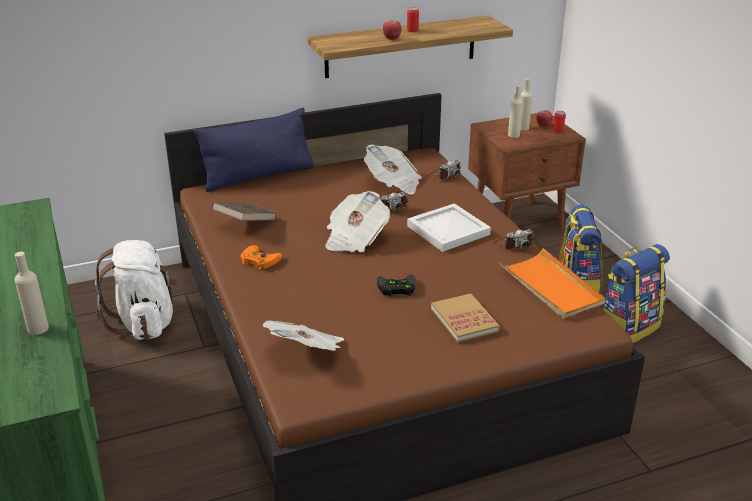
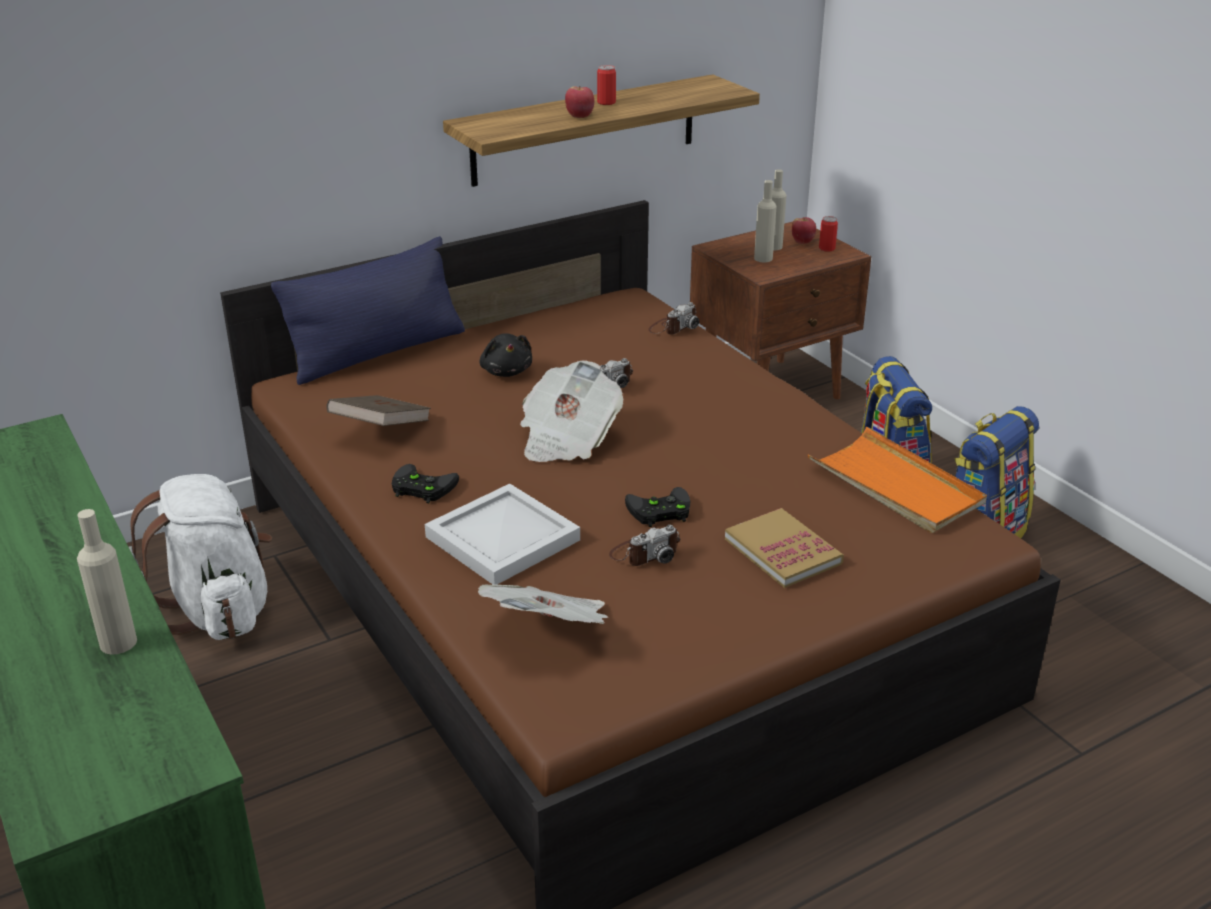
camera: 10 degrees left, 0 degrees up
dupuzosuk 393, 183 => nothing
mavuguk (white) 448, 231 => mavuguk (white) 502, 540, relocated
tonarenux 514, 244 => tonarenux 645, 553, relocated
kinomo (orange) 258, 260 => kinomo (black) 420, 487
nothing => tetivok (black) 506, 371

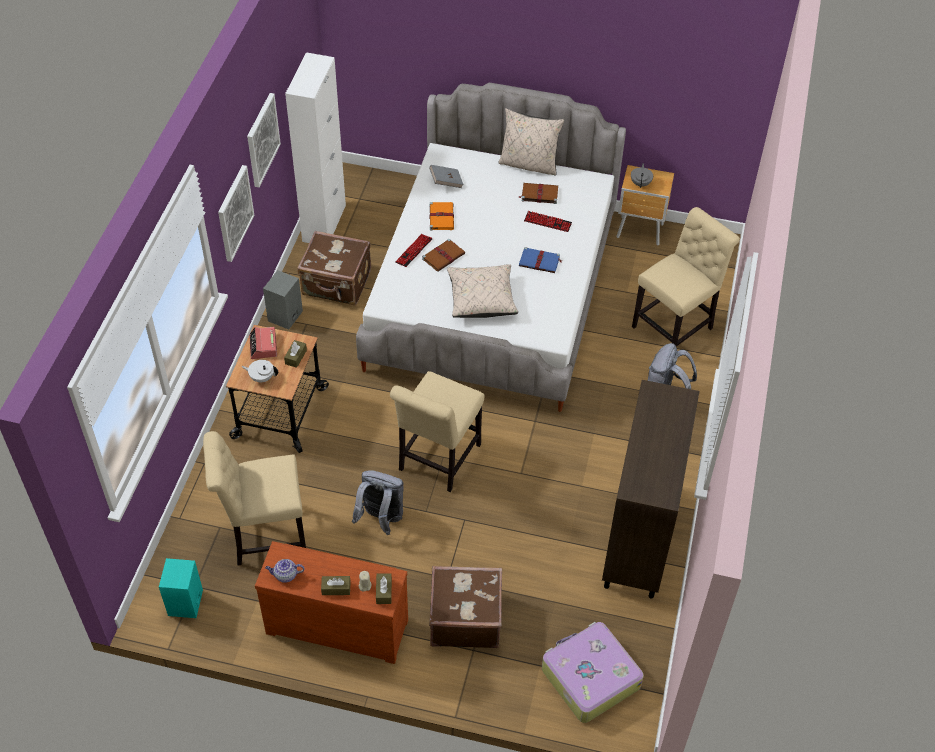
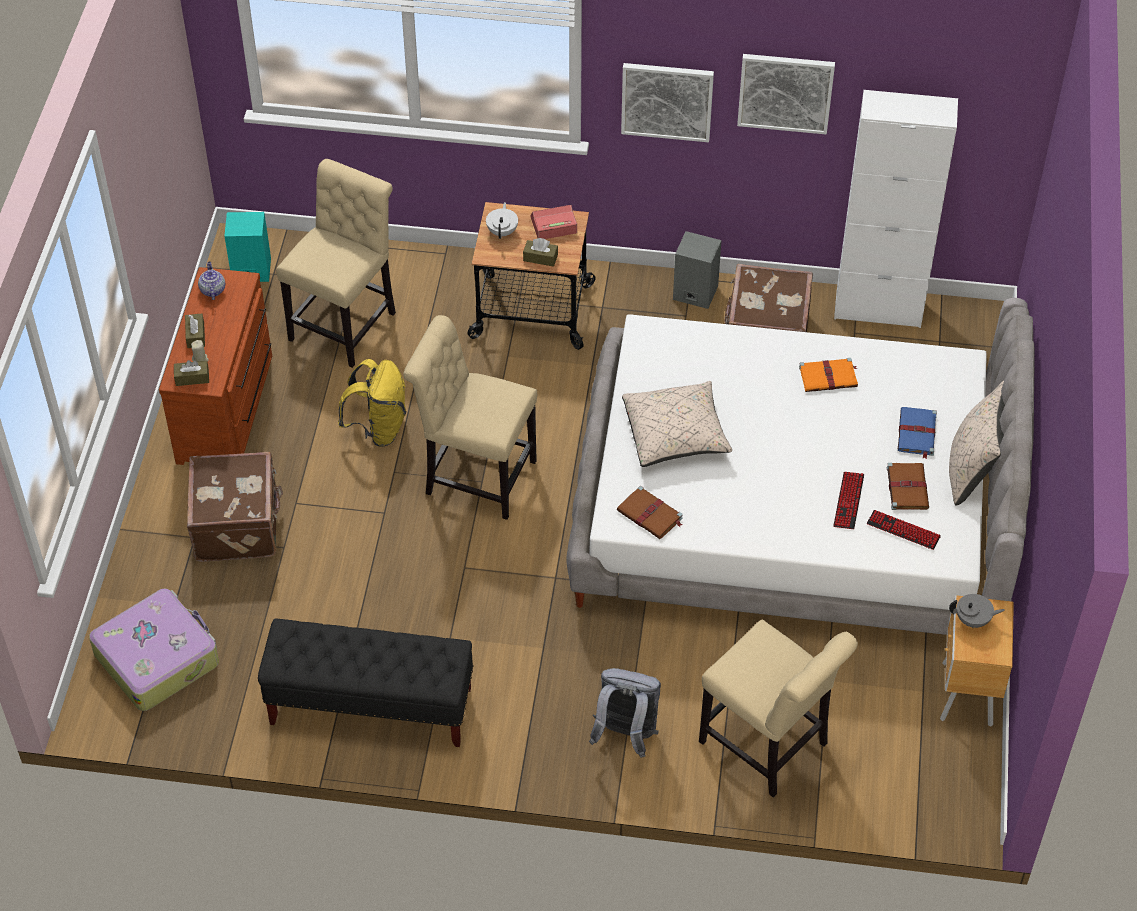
camera: 85 degrees right, 0 degrees up
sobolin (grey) 446, 182 => nothing
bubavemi 413, 251 => bubavemi 903, 530, relocated
sobolin (brown) 444, 256 => sobolin (brown) 650, 515, relocated
sobolin (blue) 540, 262 => sobolin (blue) 917, 434, relocated
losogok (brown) 639, 537 => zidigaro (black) 370, 706
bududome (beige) 264, 535 => bududome (beige) 346, 323, 45 degrees clockwise
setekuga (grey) 380, 519 => setekuga (yellow) 378, 428

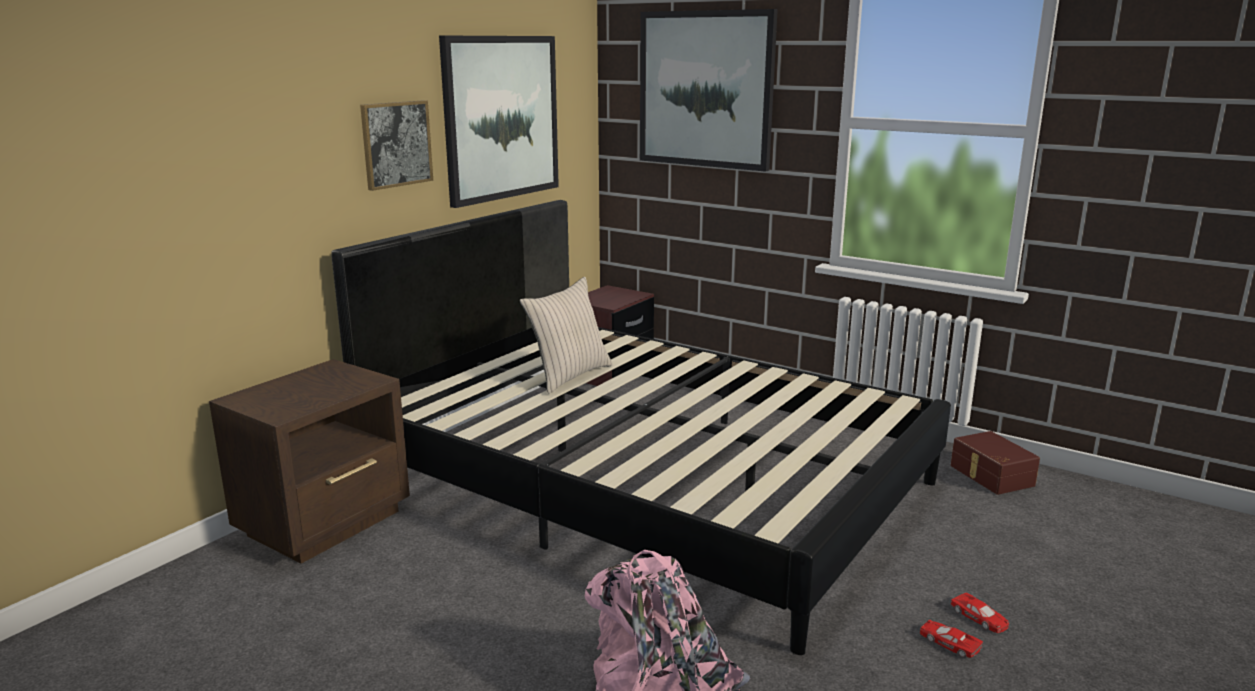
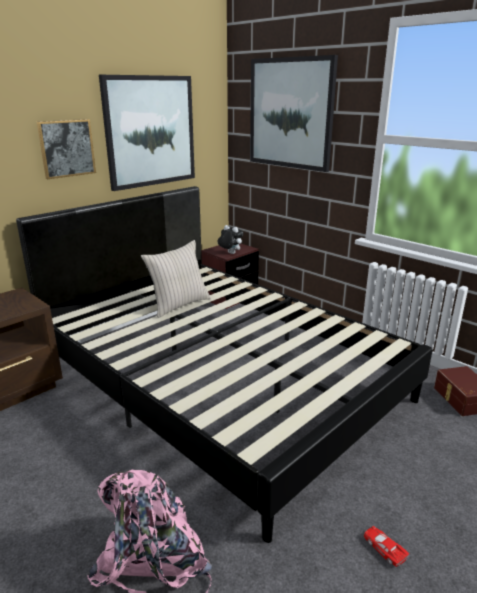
camera: 10 degrees right, 5 degrees up
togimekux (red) 979, 618 => nothing
nothing => tetivok 230, 253

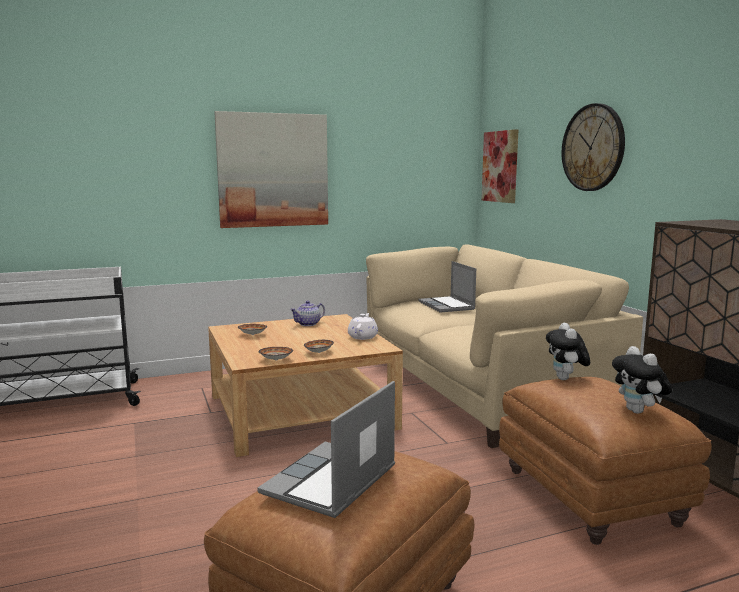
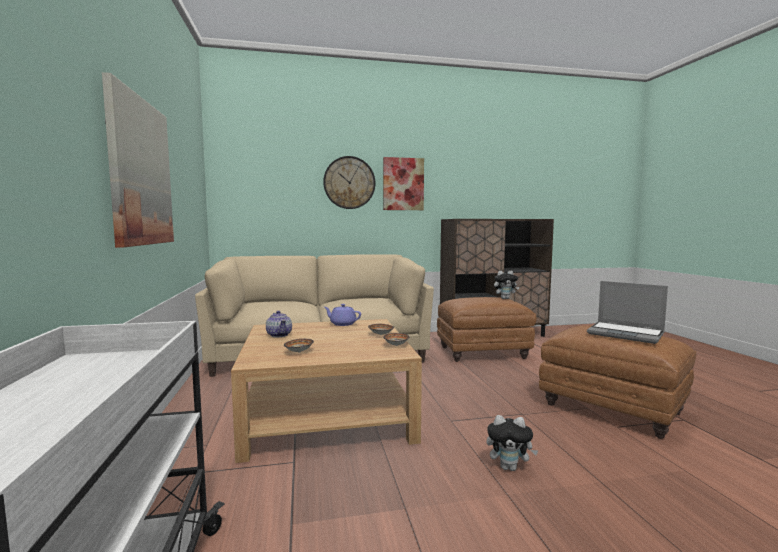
camera: 80 degrees left, 5 degrees down
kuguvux 500, 166 => kuguvux 403, 184, relocated
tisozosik 447, 306 => nothing
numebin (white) 363, 337 => numebin (purple) 342, 324
tetivok 566, 379 => tetivok 509, 467, relocated

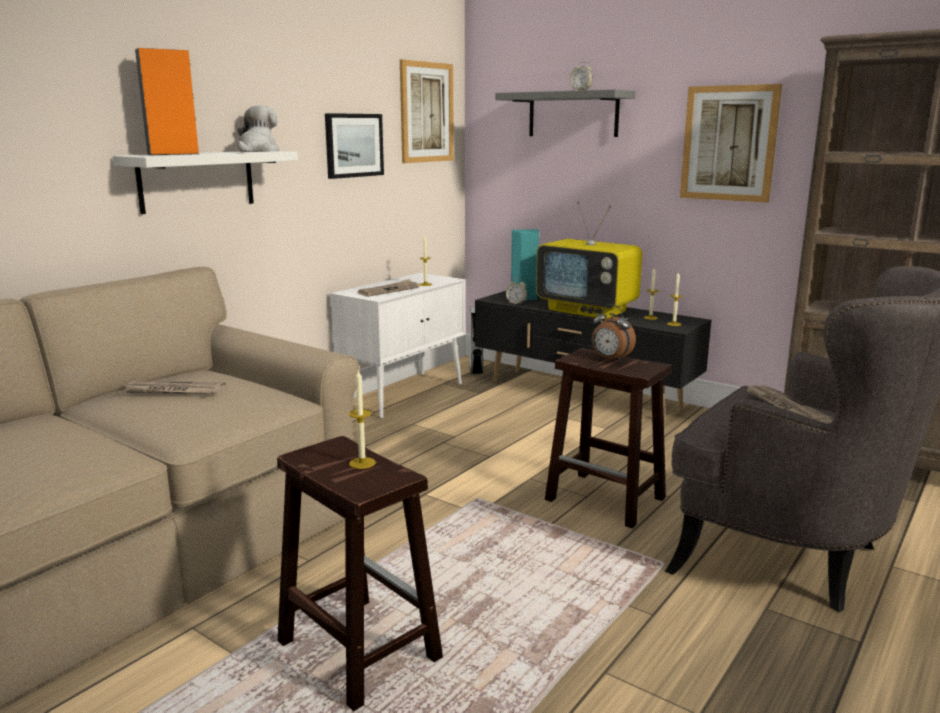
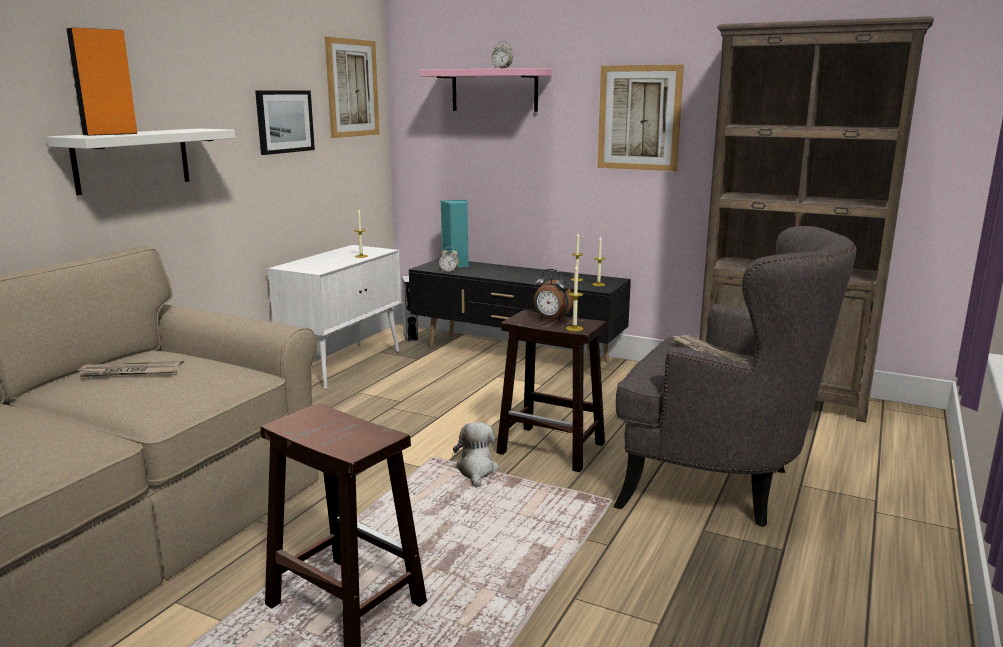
camera: 10 degrees left, 0 degrees up
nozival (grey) 573, 114 => nozival (pink) 494, 90
tetivok 257, 151 => tetivok 476, 470, relocated
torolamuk 588, 311 => nothing
dupuzosuk 389, 290 => nothing
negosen 362, 463 => negosen 574, 328, relocated

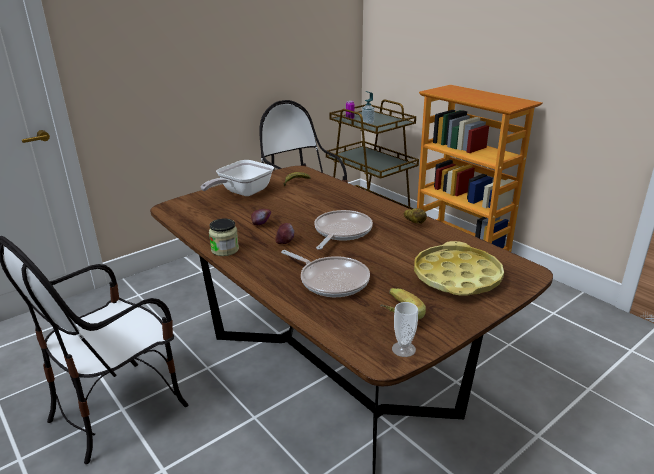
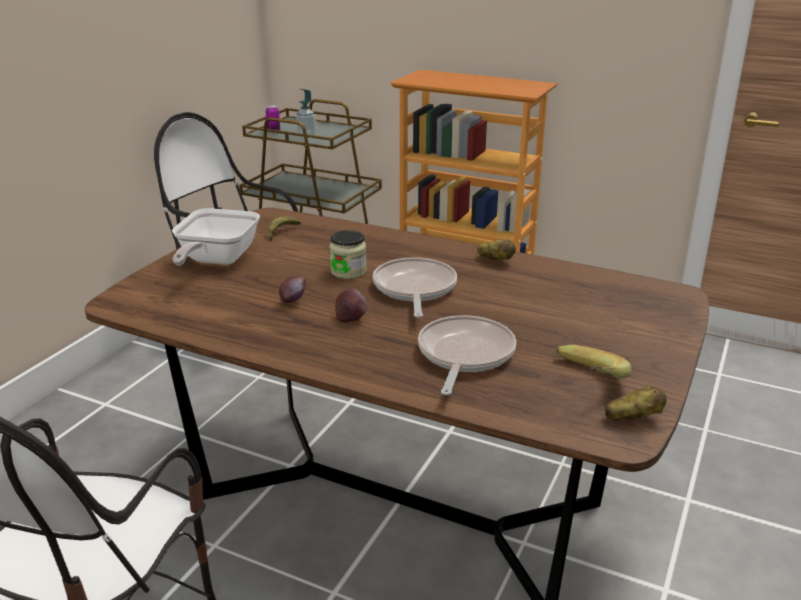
camera: 25 degrees left, 0 degrees up
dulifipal 225, 250 => dulifipal 348, 271, relocated
mavuguk (yellow) 456, 277 => nothing
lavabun 331, 280 => lavabun 464, 355, 90 degrees counterclockwise
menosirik 403, 349 => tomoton 633, 418

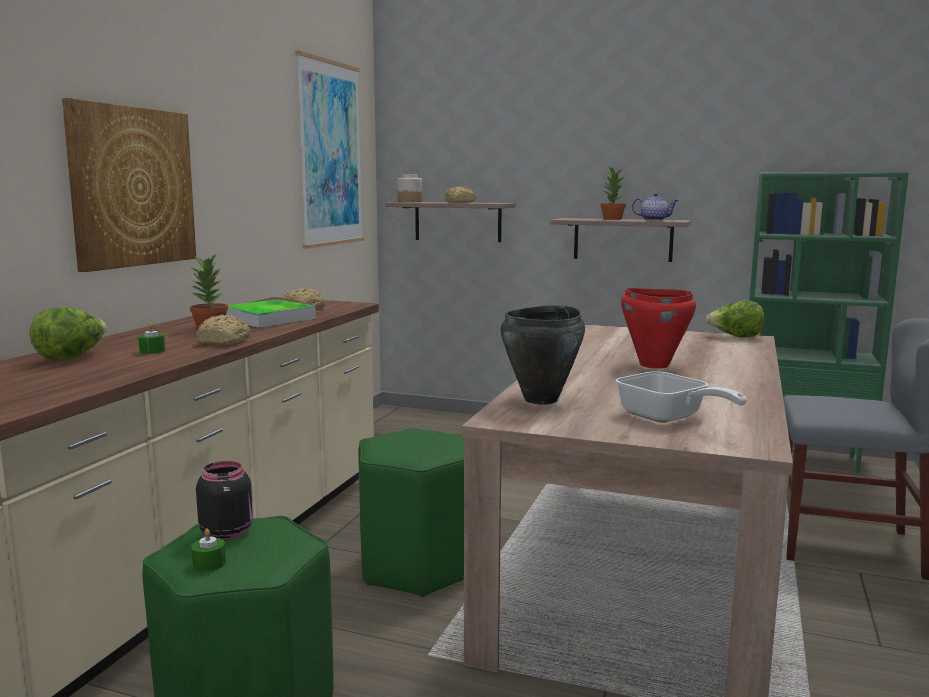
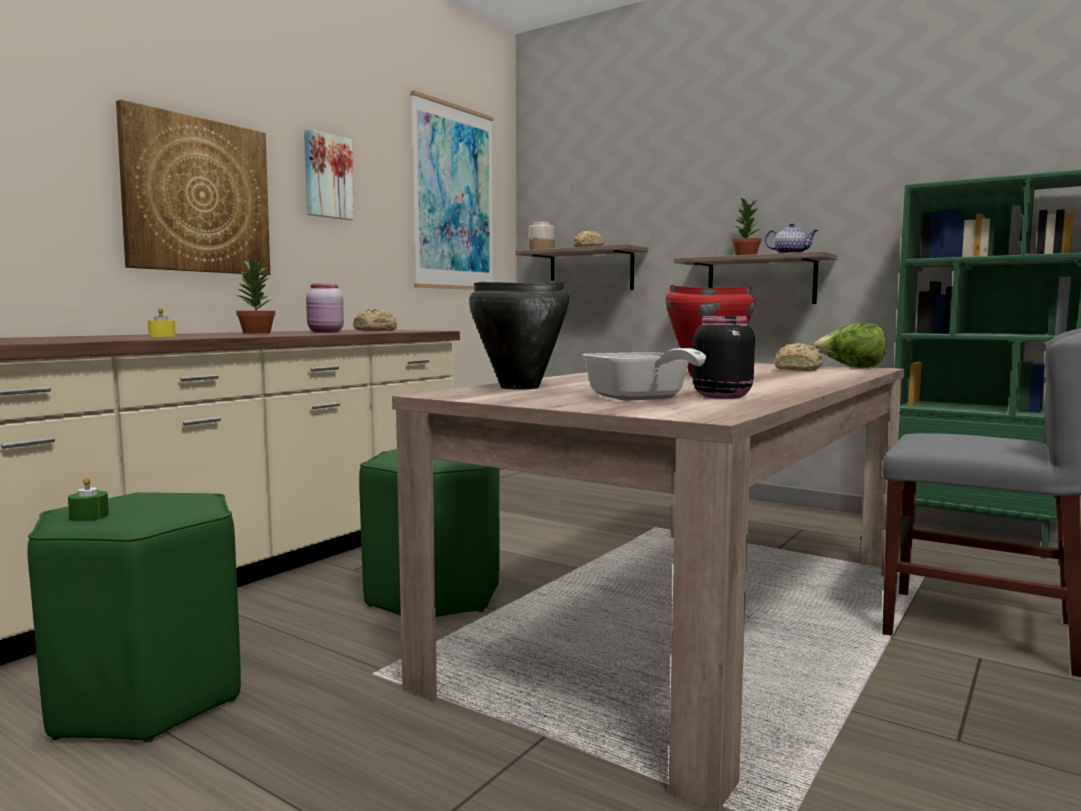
camera: 15 degrees right, 5 degrees down
mavuguk 268, 319 => dulifipal (pink) 325, 332
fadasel 72, 357 => nothing
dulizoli 225, 341 => dulizoli 799, 369, relocated
negosen (green) 152, 351 => negosen (yellow) 162, 336
dulifipal (black) 227, 532 => dulifipal (black) 722, 396, relocated
nothing => kuguvux 327, 176

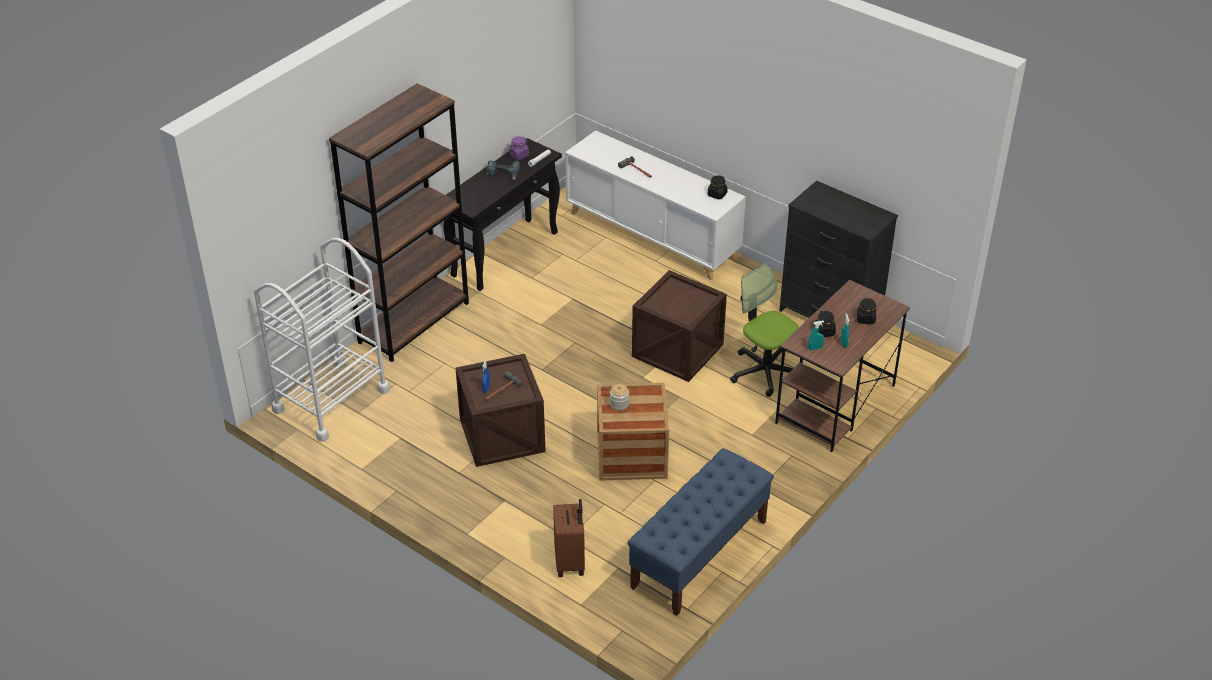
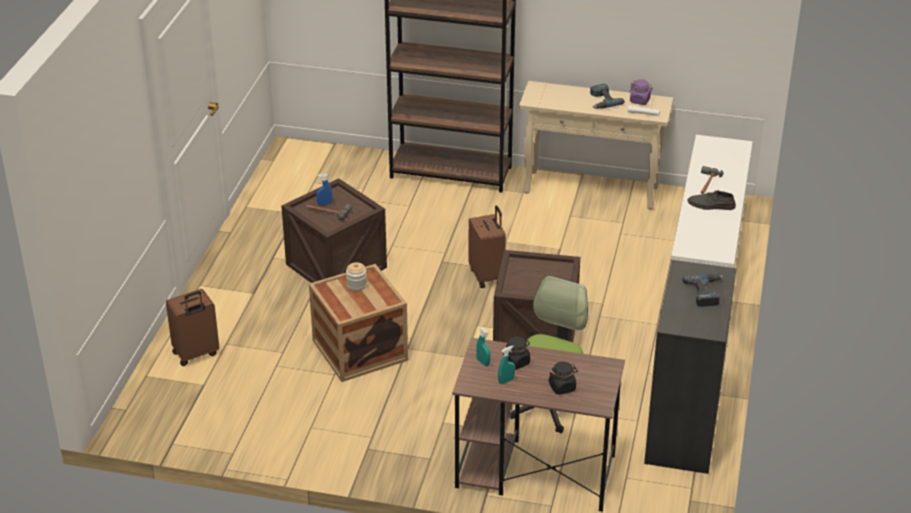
camera: 65 degrees right, 5 degrees down
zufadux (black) 505, 253 => zufadux (beige) 592, 190
dulifipal (black) 717, 194 => nothing
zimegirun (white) 331, 400 => nothing
zidigaro (blue) 699, 554 => nothing
nothing => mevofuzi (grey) 711, 205
nothing => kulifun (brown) 487, 276
nothing => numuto 706, 292

